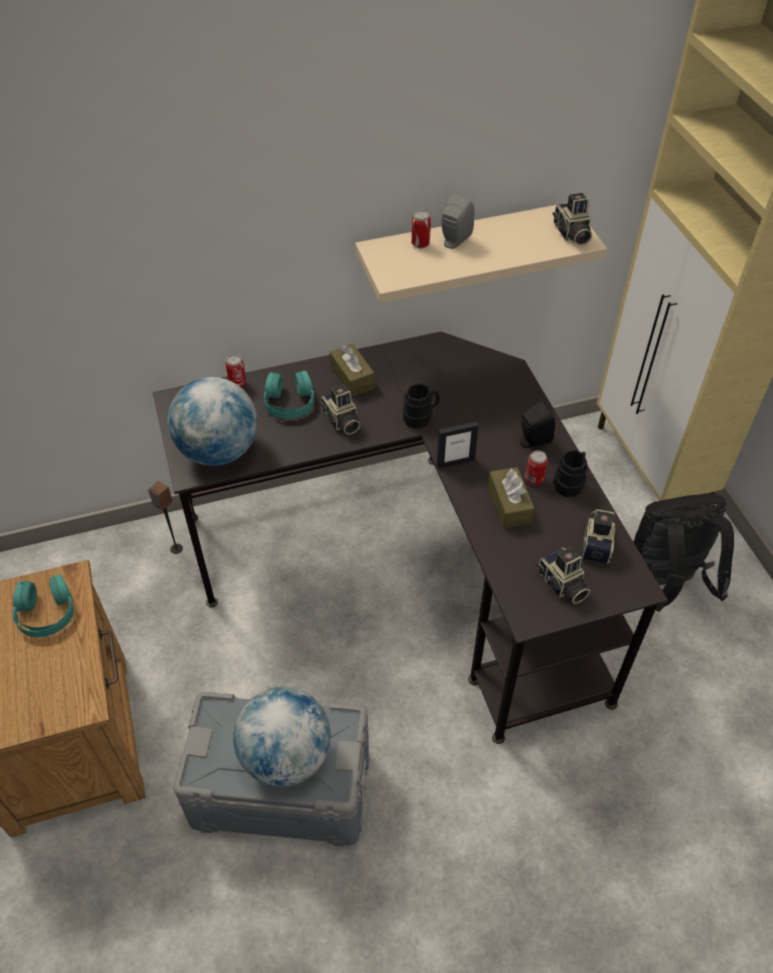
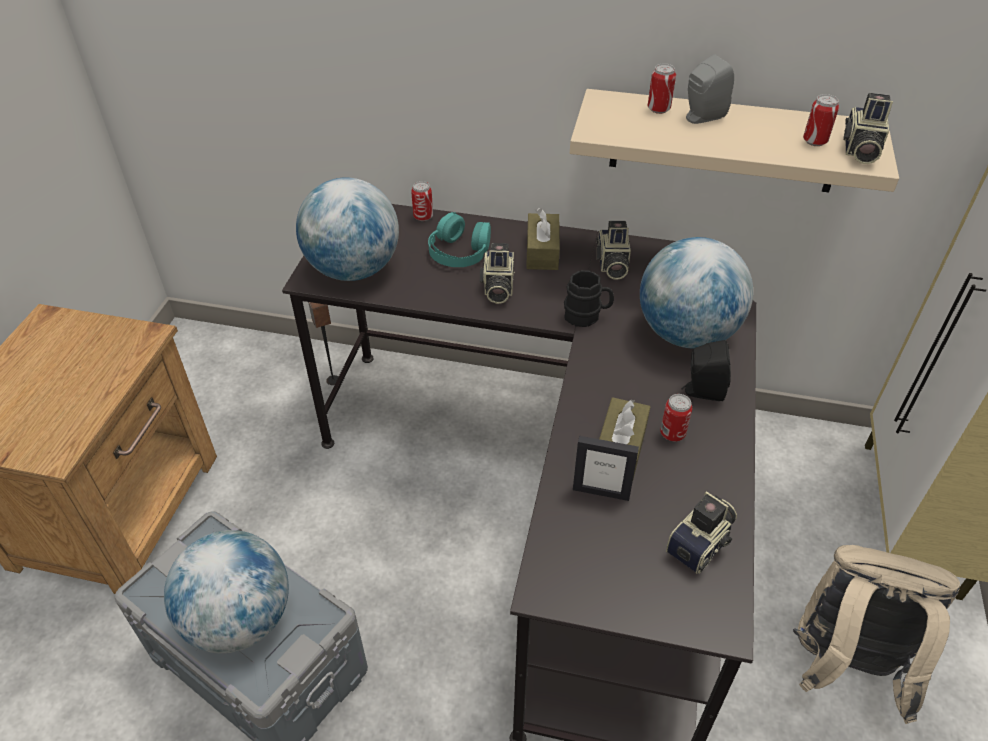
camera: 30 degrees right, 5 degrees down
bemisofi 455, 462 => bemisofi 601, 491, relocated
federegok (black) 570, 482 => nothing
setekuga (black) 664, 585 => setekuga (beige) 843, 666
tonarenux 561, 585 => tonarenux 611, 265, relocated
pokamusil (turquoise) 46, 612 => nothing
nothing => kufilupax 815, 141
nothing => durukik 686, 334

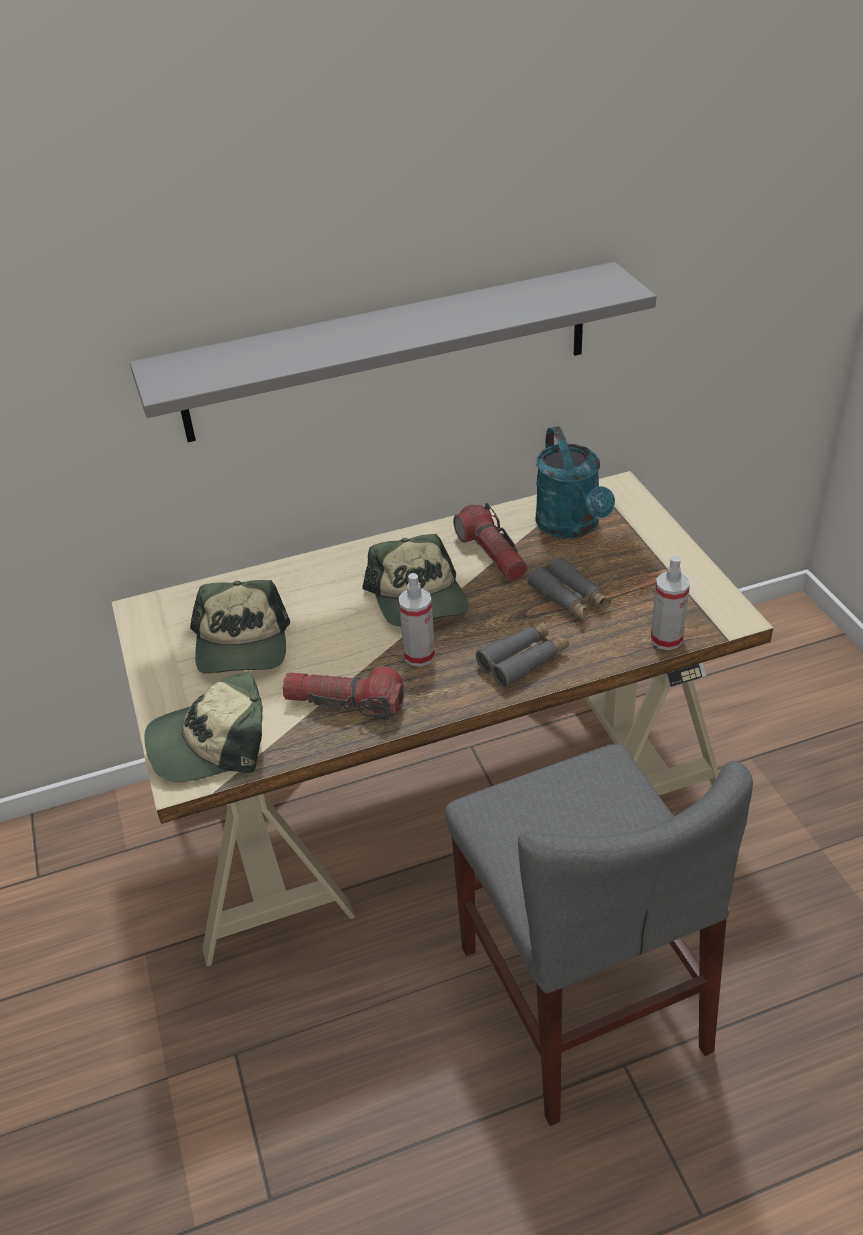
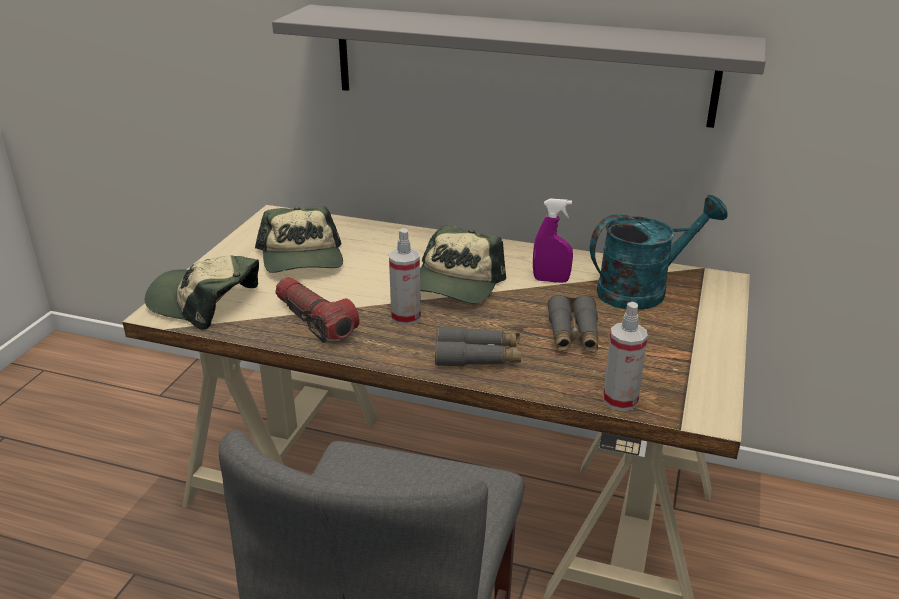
camera: 35 degrees right, 10 degrees down
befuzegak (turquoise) 572, 526 => befuzegak (turquoise) 643, 290, 135 degrees counterclockwise
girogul 492, 553 => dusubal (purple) 551, 280
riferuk 242, 645 => riferuk 302, 259, 45 degrees counterclockwise

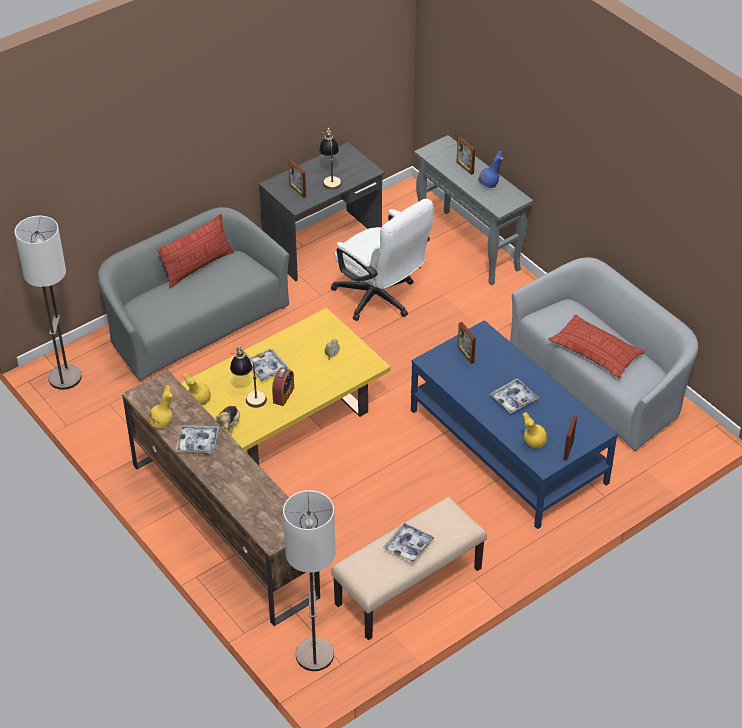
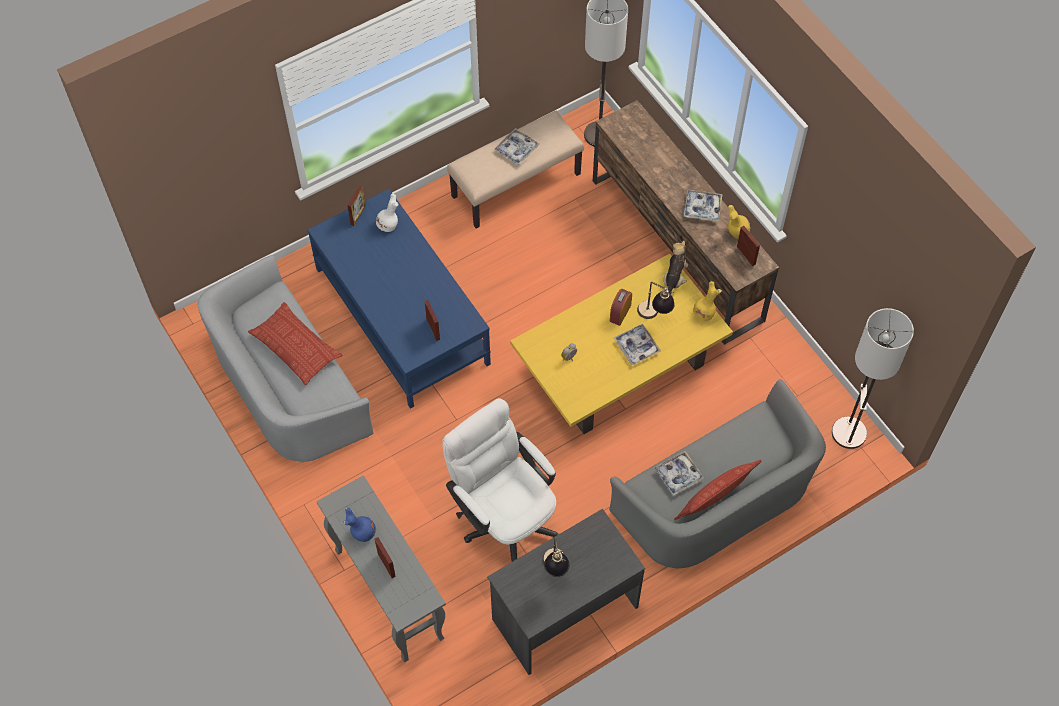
camera: 175 degrees left, 15 degrees up
bemisofi 297, 191 => bemisofi 746, 255, relocated
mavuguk 514, 399 => mavuguk 678, 475, relocated
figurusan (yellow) 533, 442 => figurusan (white) 388, 225

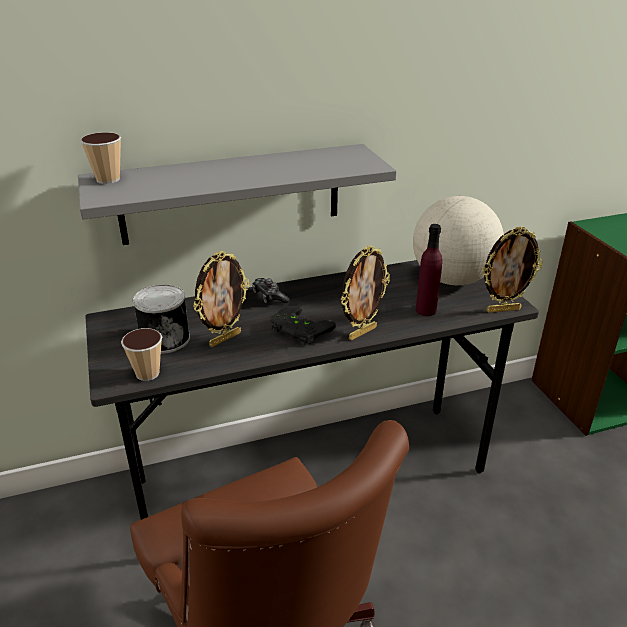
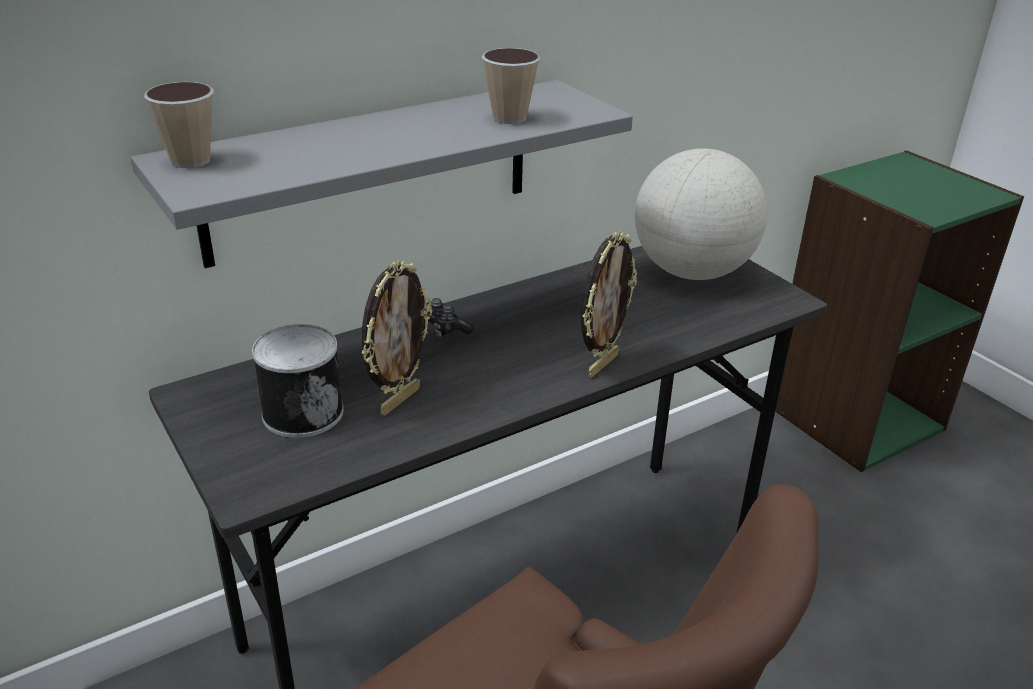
camera: 15 degrees left, 0 degrees up
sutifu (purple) 426, 310 => nothing
bemisofi 503, 310 => nothing
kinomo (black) 298, 330 => nothing
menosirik 147, 373 => menosirik 509, 118, relocated

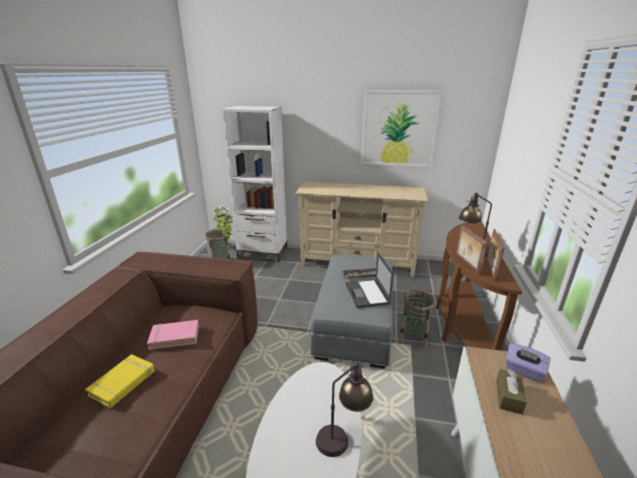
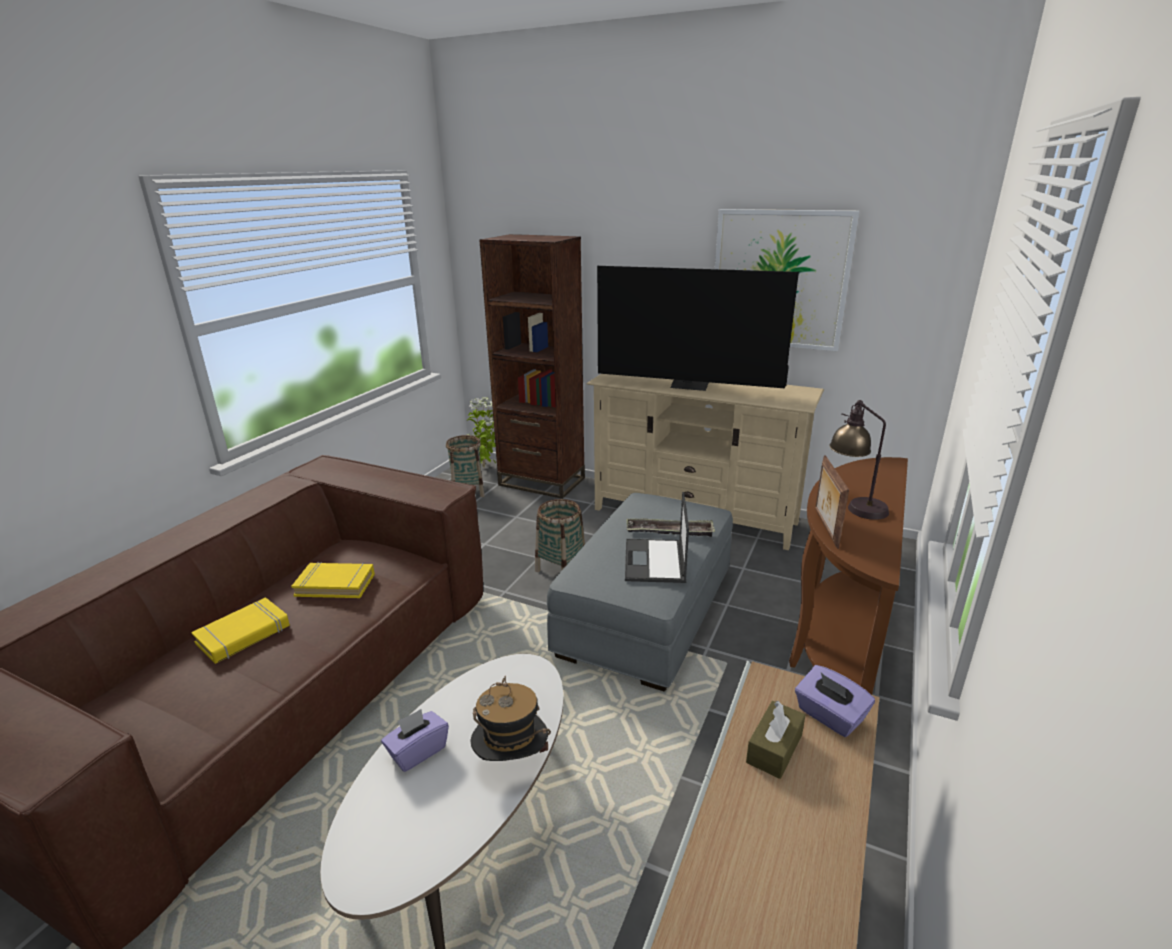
camera: 15 degrees right, 0 degrees up
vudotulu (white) 262, 253 => vudotulu (brown) 541, 481
bemisofi 490, 269 => nothing
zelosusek 413, 336 => zelosusek 561, 568, relocated
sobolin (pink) 175, 337 => sobolin (yellow) 335, 584
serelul 343, 435 => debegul 512, 763
nothing => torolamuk 690, 385
nothing => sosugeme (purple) 417, 751

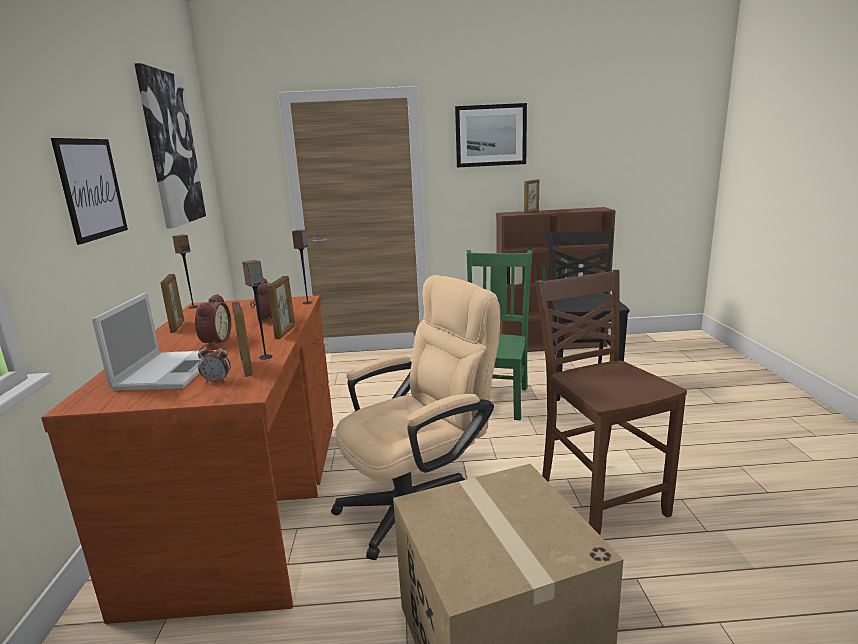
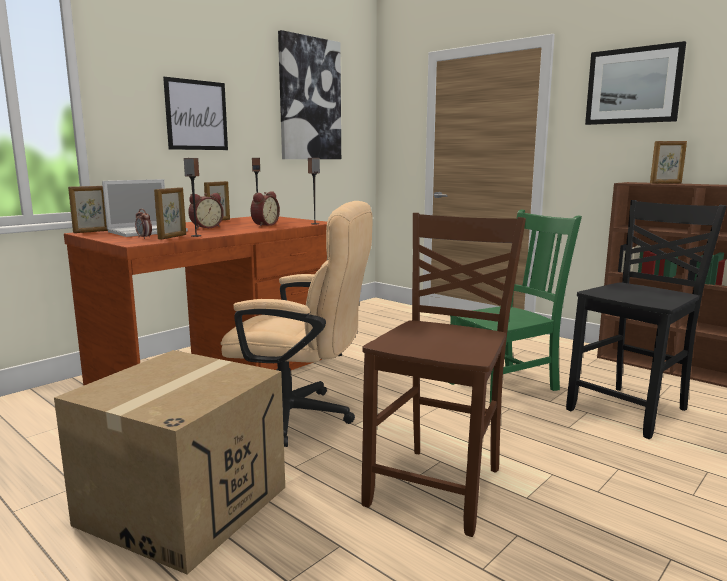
camera: 45 degrees right, 5 degrees down
bemisofi 285, 332 => bemisofi 92, 231, relocated

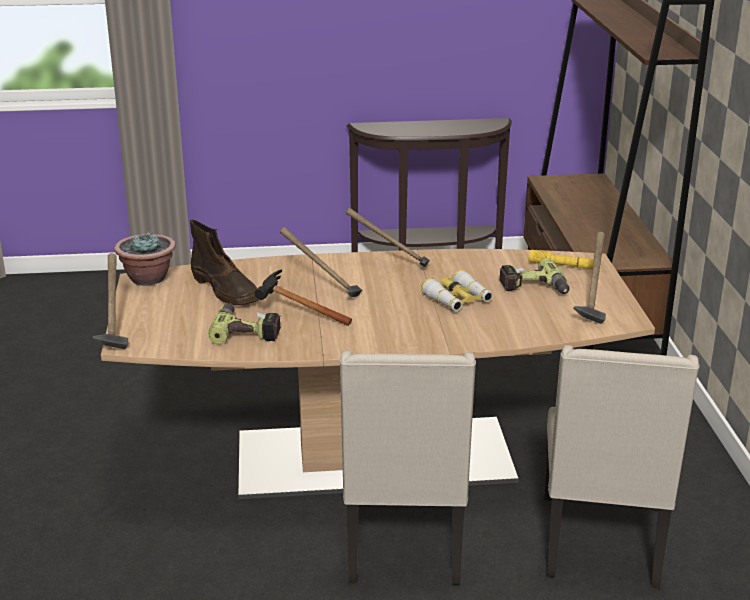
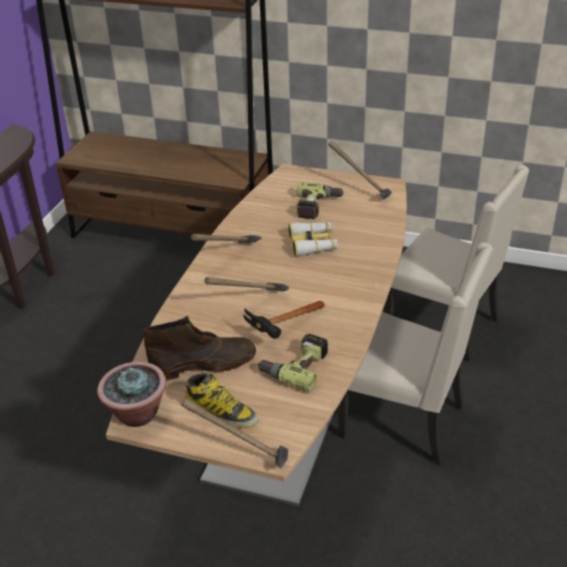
camera: 65 degrees left, 10 degrees up
girogul (yellow) 562, 266 => nothing
nothing => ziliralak 222, 412

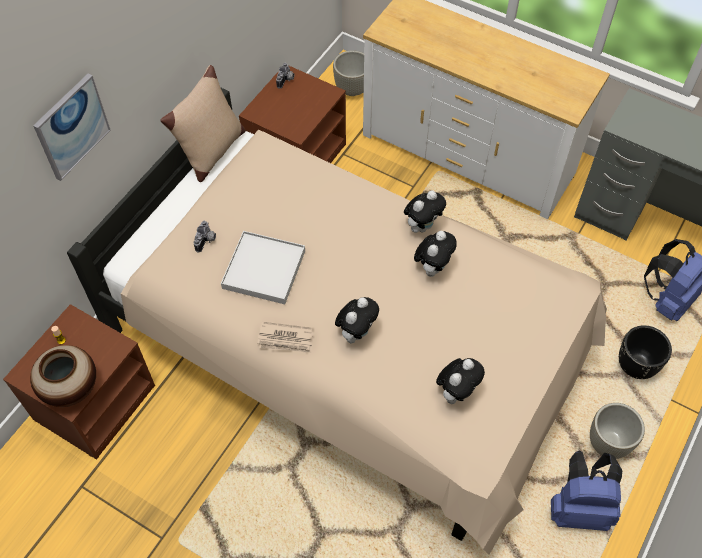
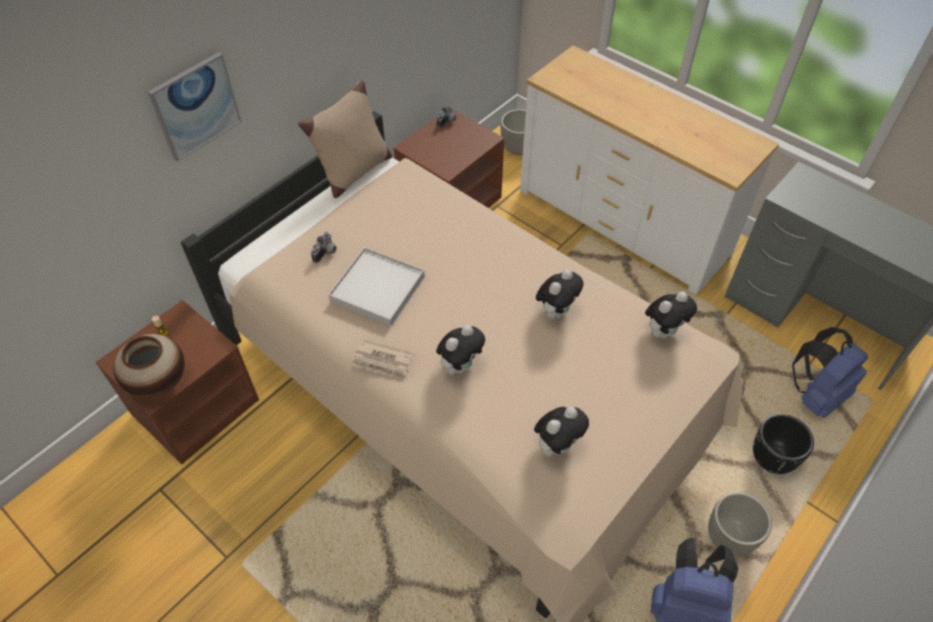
camera: 10 degrees right, 5 degrees down
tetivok 422, 226 => tetivok 663, 331, relocated

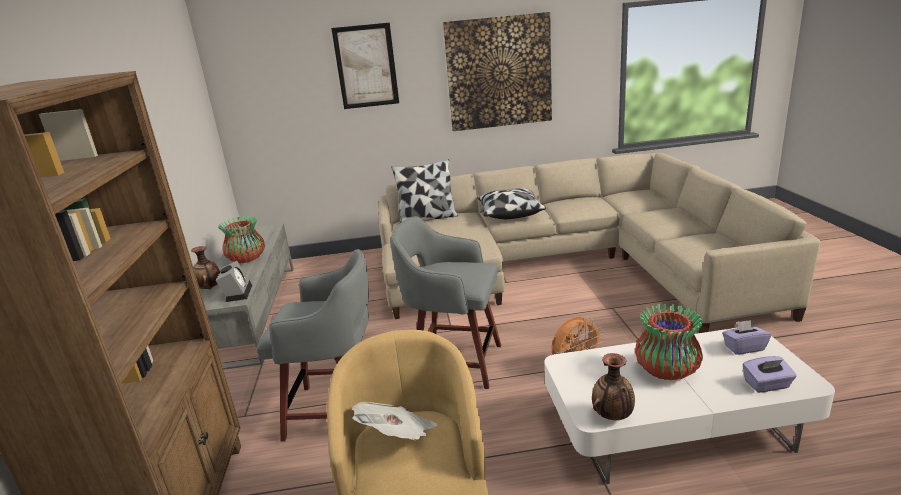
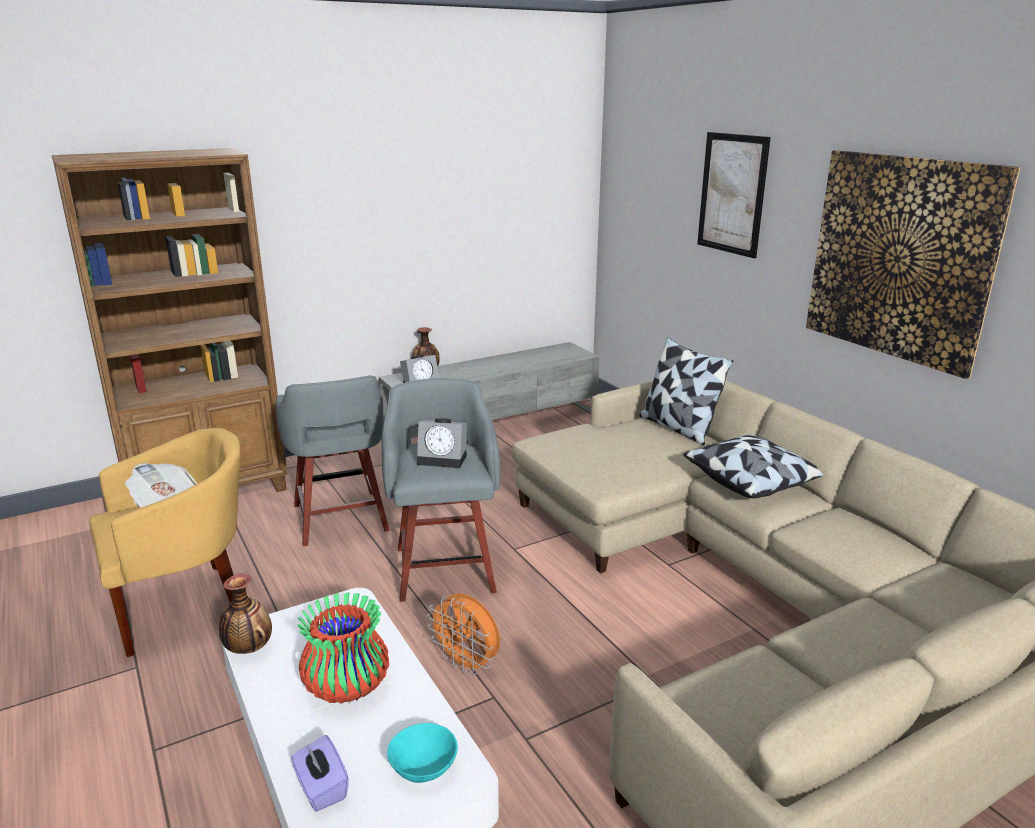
camera: 65 degrees right, 0 degrees up
figurusan 247, 259 => nothing
sosugeme (purple) 744, 347 => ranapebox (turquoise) 423, 767
nothing => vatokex 444, 459

